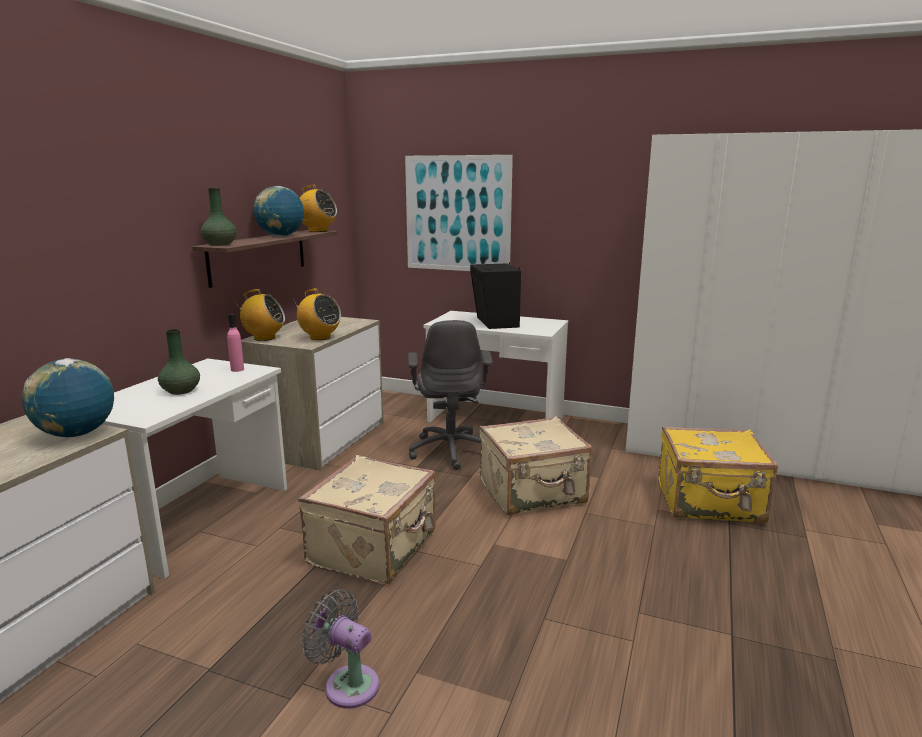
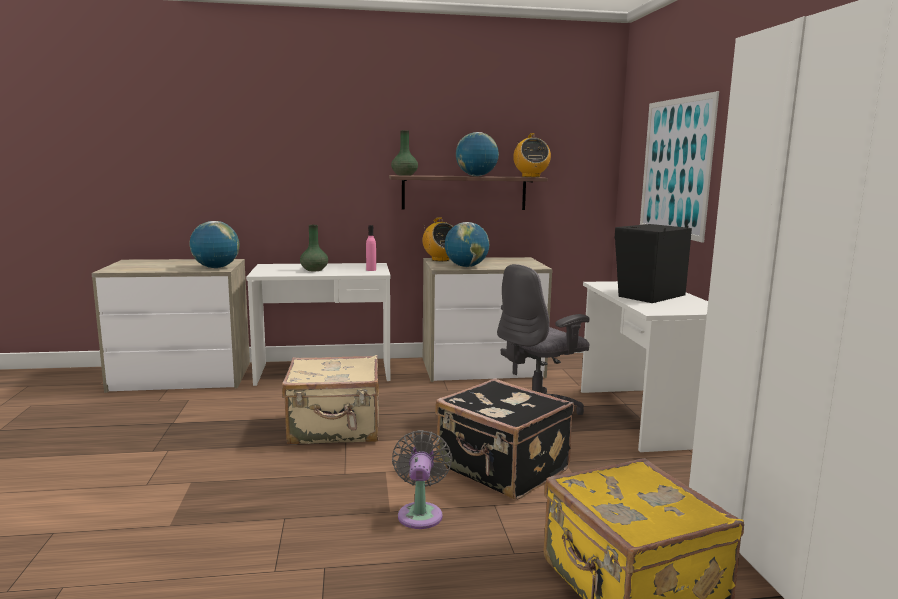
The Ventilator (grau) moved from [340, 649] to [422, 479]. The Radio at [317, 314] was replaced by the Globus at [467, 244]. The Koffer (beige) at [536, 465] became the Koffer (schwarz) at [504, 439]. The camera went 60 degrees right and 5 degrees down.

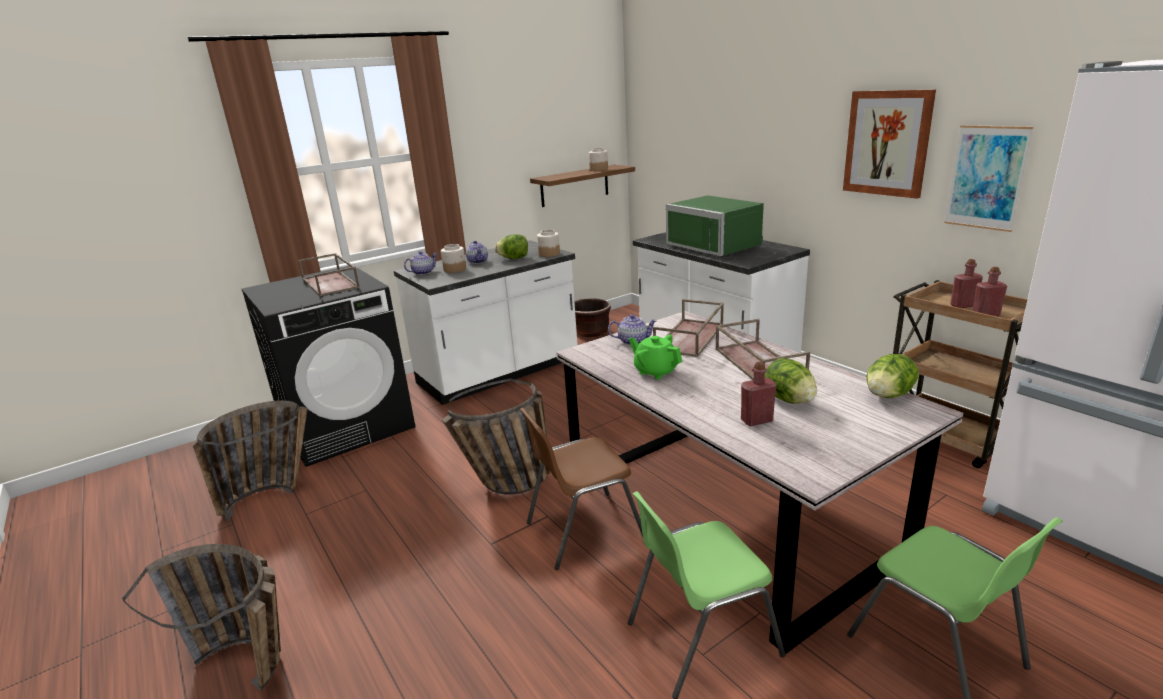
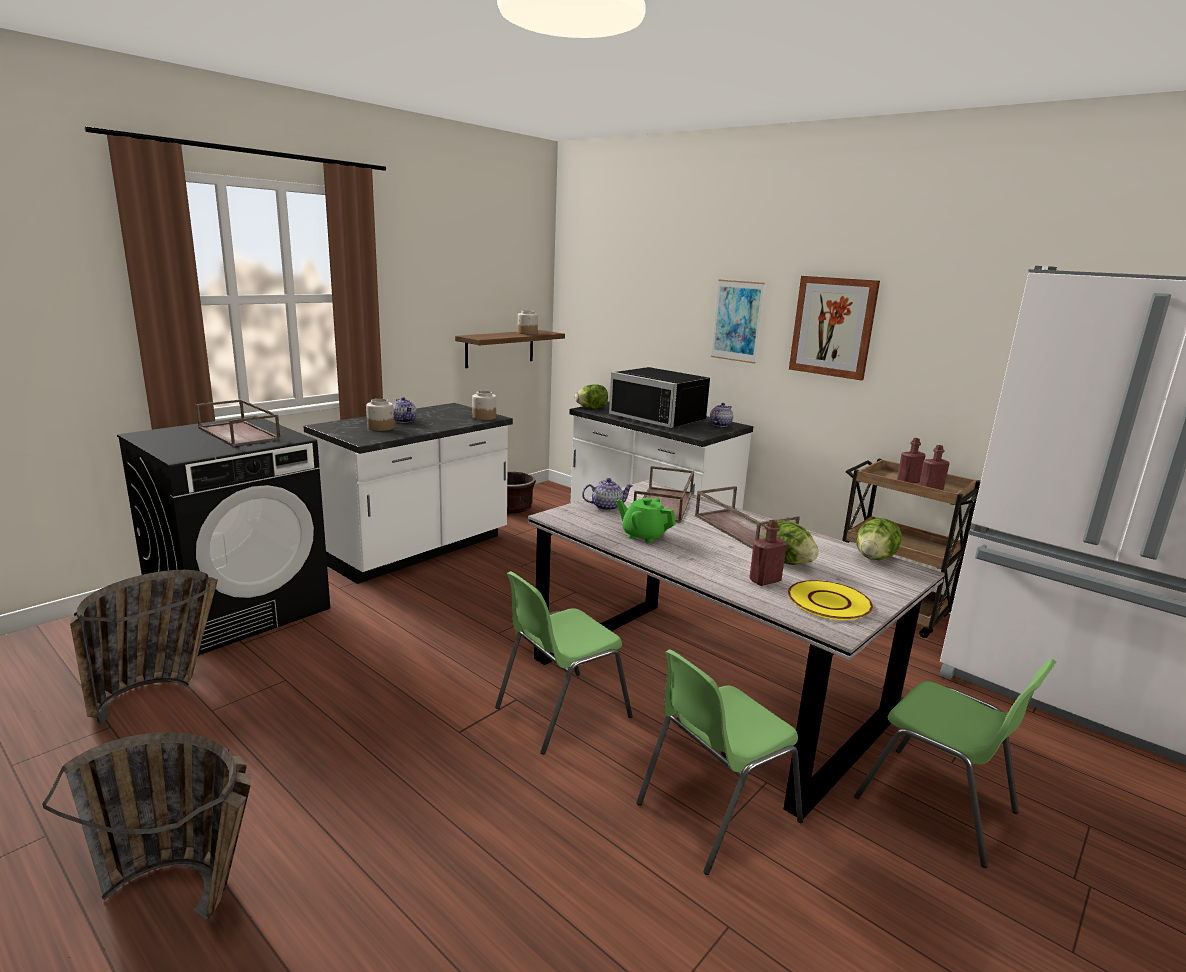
The Korb at [496, 436] disappeared. The Teller (gelb) at [830, 600] appeared. The Teekanne moved from [421, 263] to [721, 415]. The Salatkopf moved from [511, 246] to [591, 396]. The Bild moved from [989, 178] to [738, 321]. The Stuhl (braun) at [581, 488] became the Stuhl (grün) at [564, 663]. The Mikrowelle (grün) at [715, 225] became the Mikrowelle (schwarz) at [659, 397]. The camera went 15 degrees left and 5 degrees down.

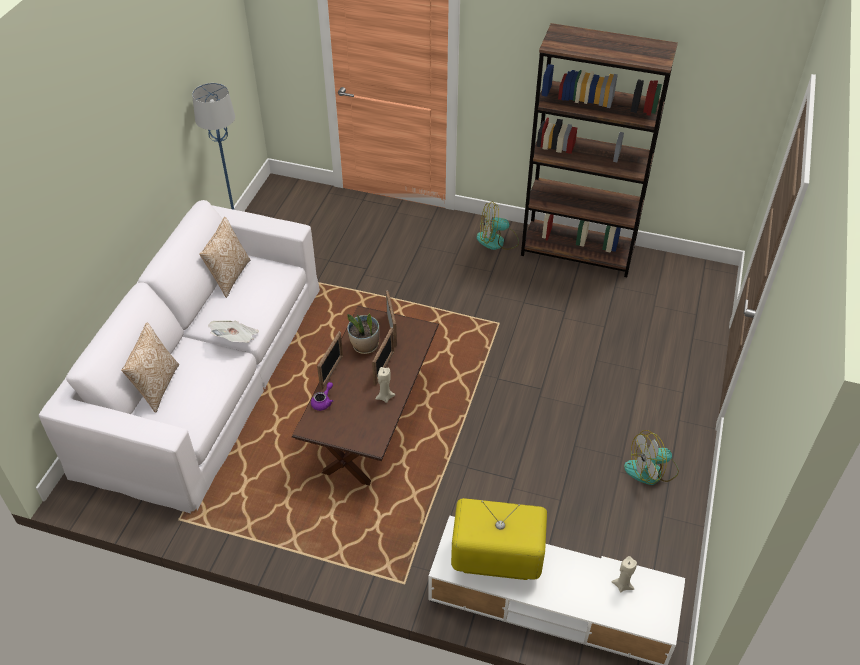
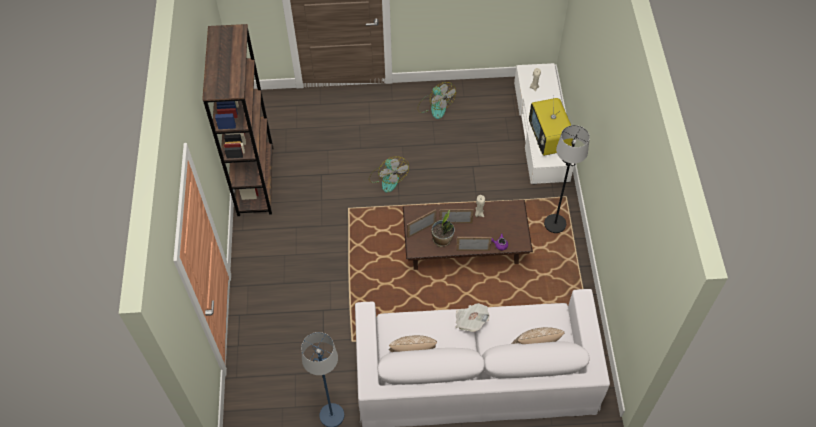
The Stehlampe (schwarz) at [567, 179] appeared. The Ventilator moved from [498, 225] to [389, 174]. The camera went 110 degrees left and 10 degrees up.

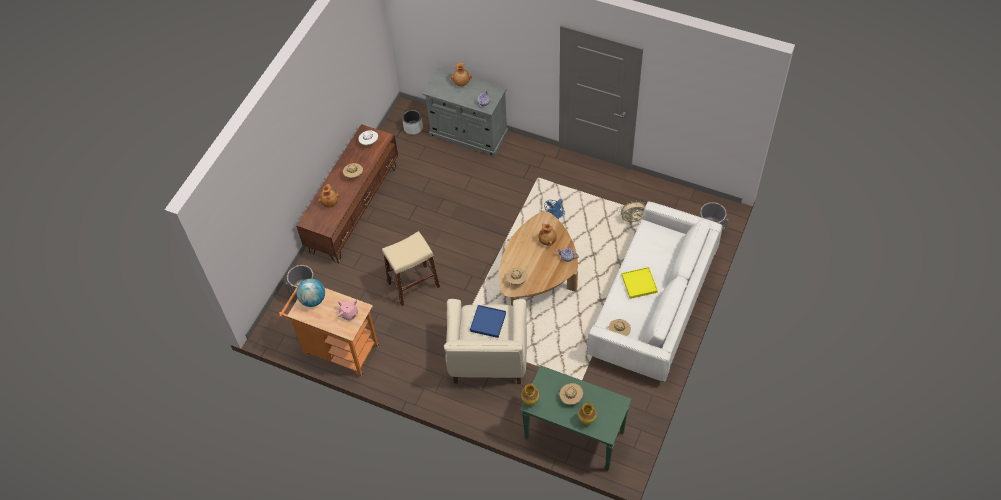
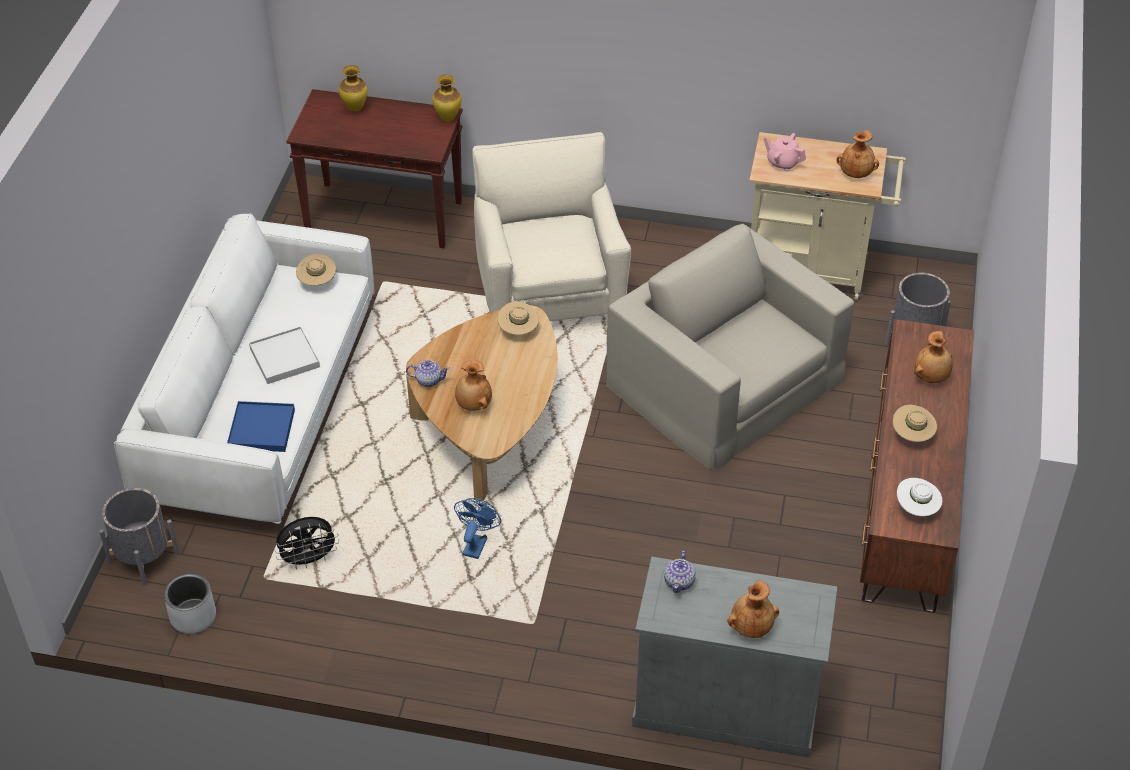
The Hut (beige) at [571, 394] disappeared. The Pflanzkübel (grau) moved from [412, 122] to [190, 603]. The Tablett (blau) moved from [488, 321] to [261, 426]. The Globus at [310, 293] was replaced by the Vase (braun) at [857, 154]. The Hocker (beige) at [411, 268] was replaced by the Sessel (beige) at [730, 347]. The Rollwagen (orange) at [329, 329] became the Rollwagen (beige) at [827, 216]. The Konsolentisch (grün) at [576, 418] became the Konsolentisch (braun) at [374, 168]. The Ventilator (beige) at [633, 211] became the Ventilator (schwarz) at [307, 543]. The Tablett (gelb) at [639, 283] became the Tablett (weiß) at [284, 355]. The camera went 165 degrees right and 10 degrees down.

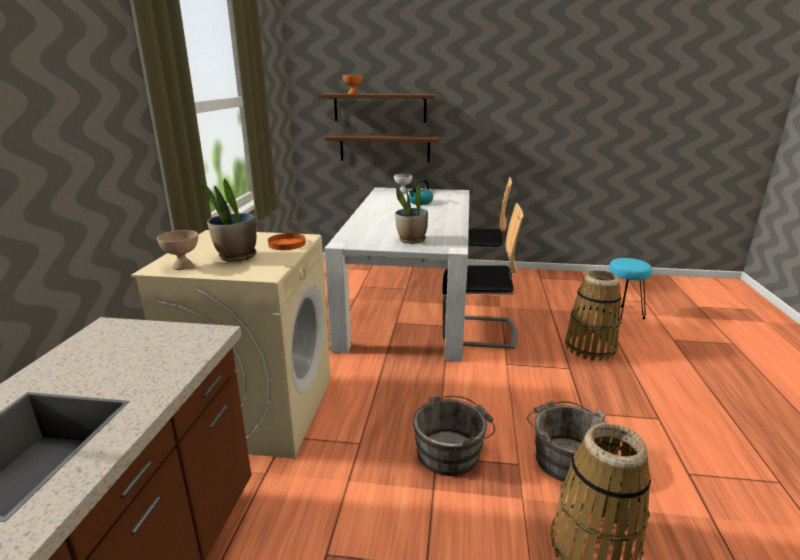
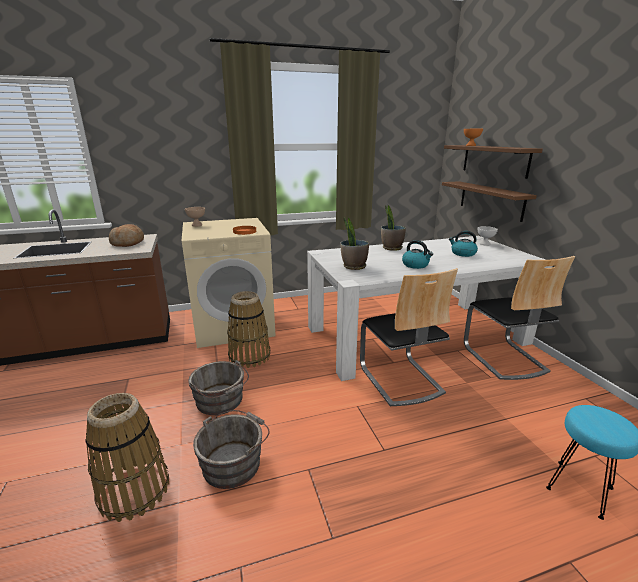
The Brot at [126, 235] appeared. The Wasserkessel at [417, 254] appeared. The Topfpflanze moved from [228, 220] to [393, 228]. The Korb moved from [593, 315] to [248, 329]. The camera went 65 degrees right and 0 degrees up.

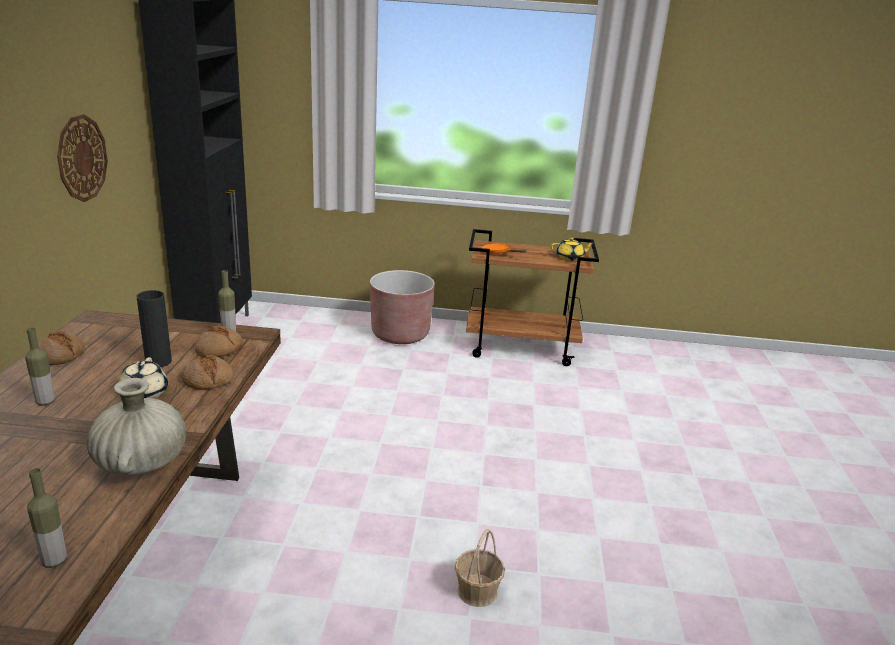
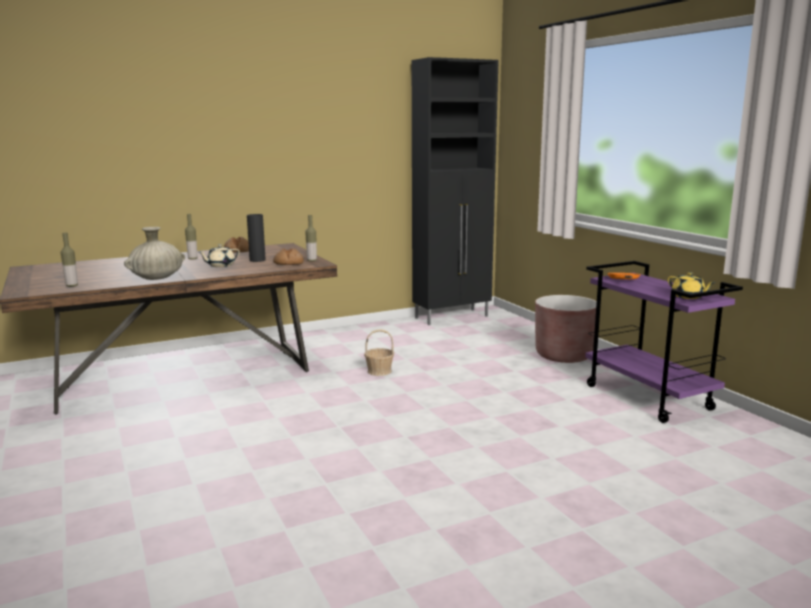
The Wanduhr at [82, 158] disappeared. The Brot at [207, 372] disappeared. The Korb moved from [480, 568] to [379, 352]. The Rollwagen (braun) at [532, 297] became the Rollwagen (lila) at [664, 342]. The camera went 60 degrees right and 10 degrees down.

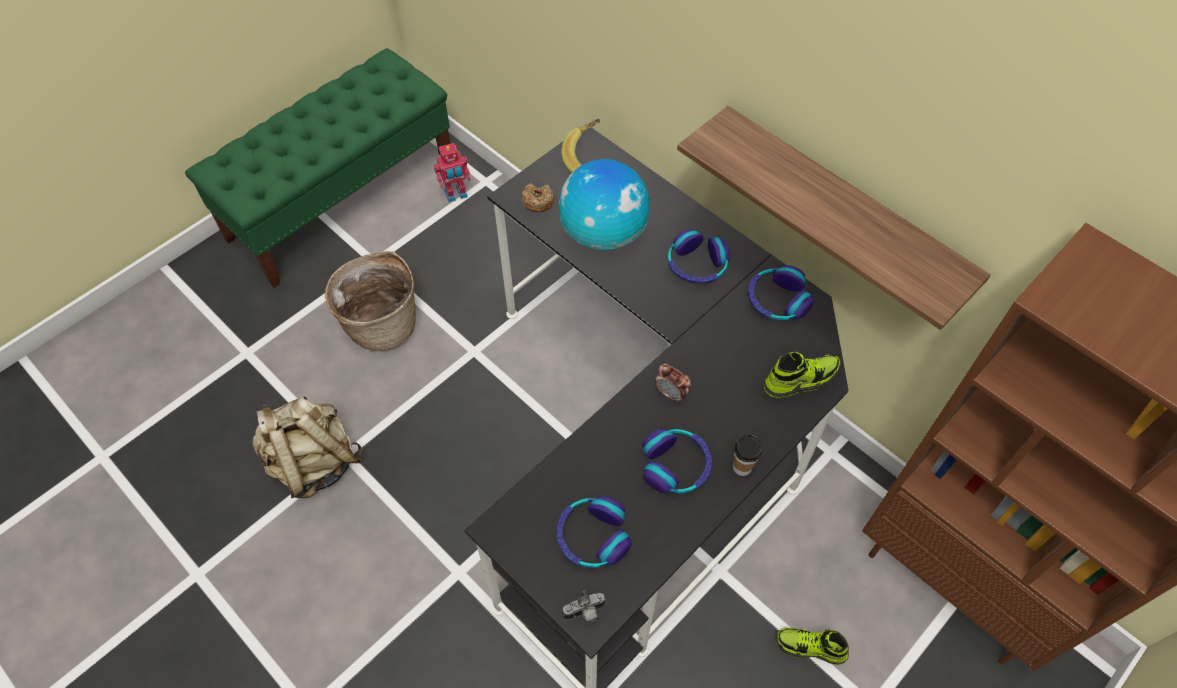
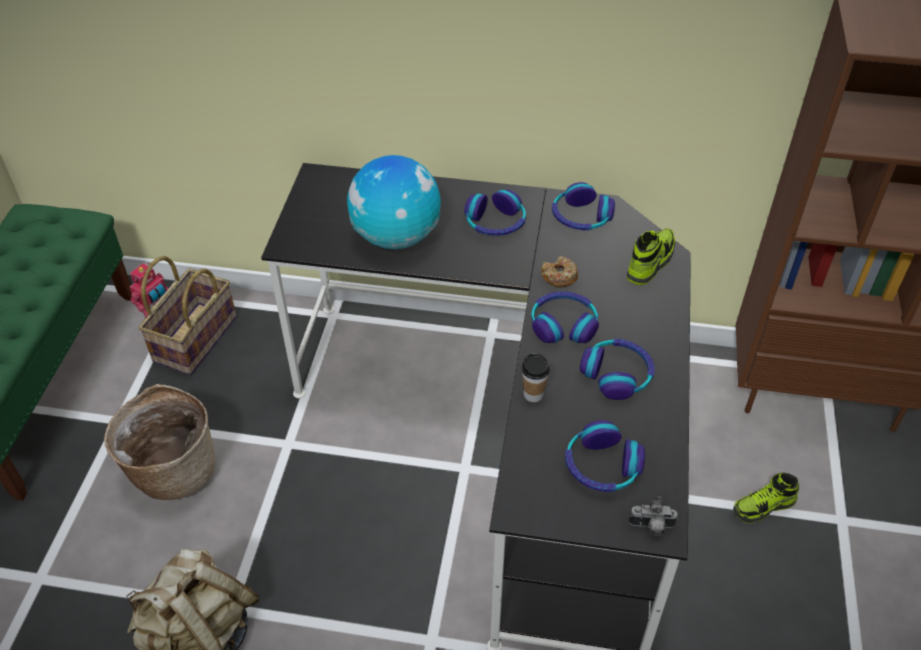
The Banane at [580, 146] disappeared. The Wandregal at [834, 218] disappeared. The Korb at [188, 315] appeared. The Donut moved from [537, 197] to [559, 272]. The Tasse moved from [747, 455] to [536, 377]. The Wecker at [673, 383] was replaced by the Kopfhörer at [565, 317]. The Kamera at [584, 606] turned 60 degrees clockwise. The camera went 35 degrees left and 10 degrees down.

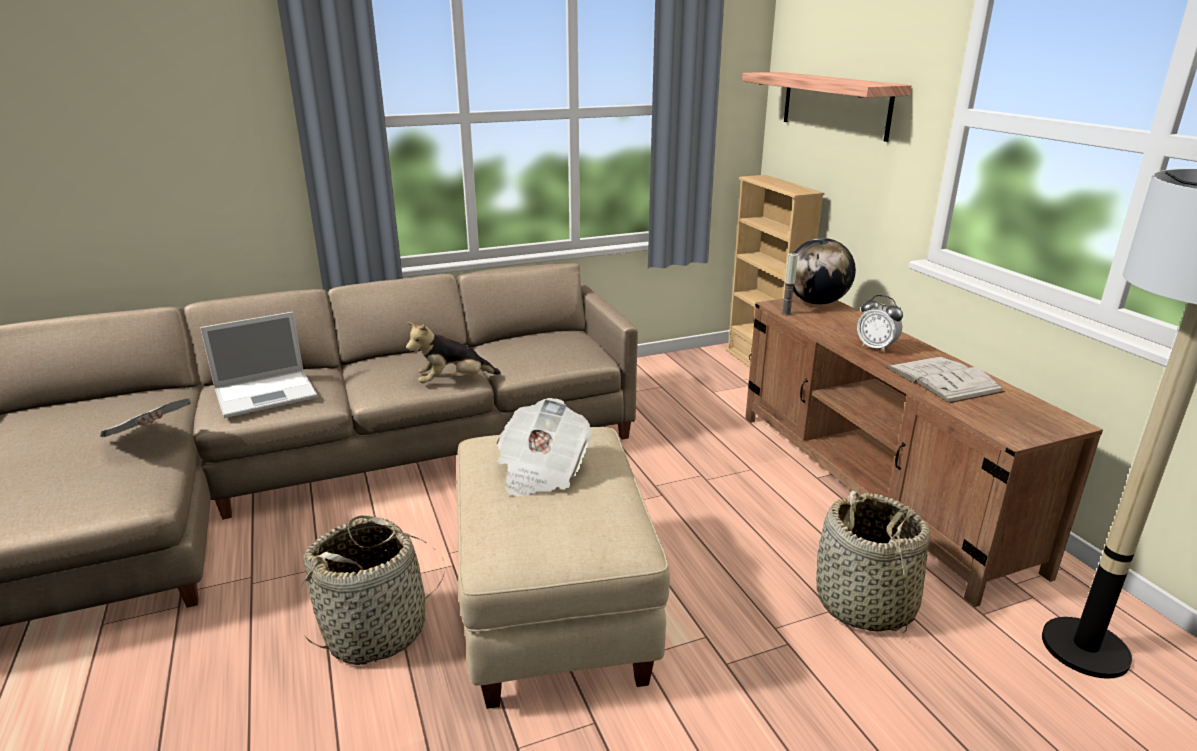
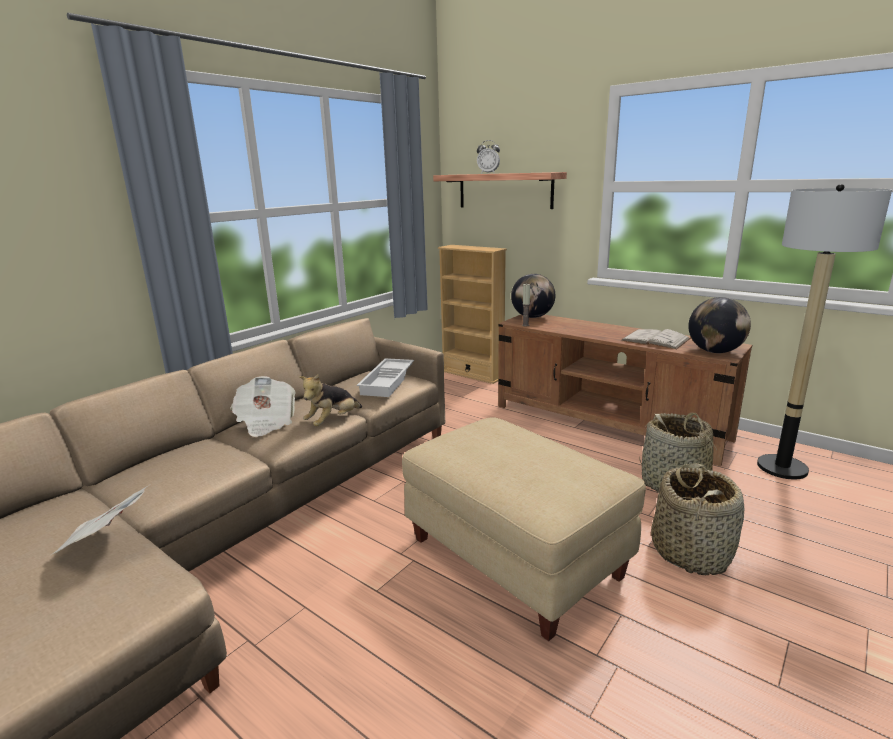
The Laptop at [259, 365] disappeared. The Tablett (weiß) at [385, 377] appeared. The Globus at [719, 325] appeared. The Korb moved from [372, 590] to [697, 519]. The Zeitung moved from [544, 447] to [263, 406]. The Wecker moved from [880, 324] to [488, 157]. The camera went 30 degrees left and 5 degrees down.

